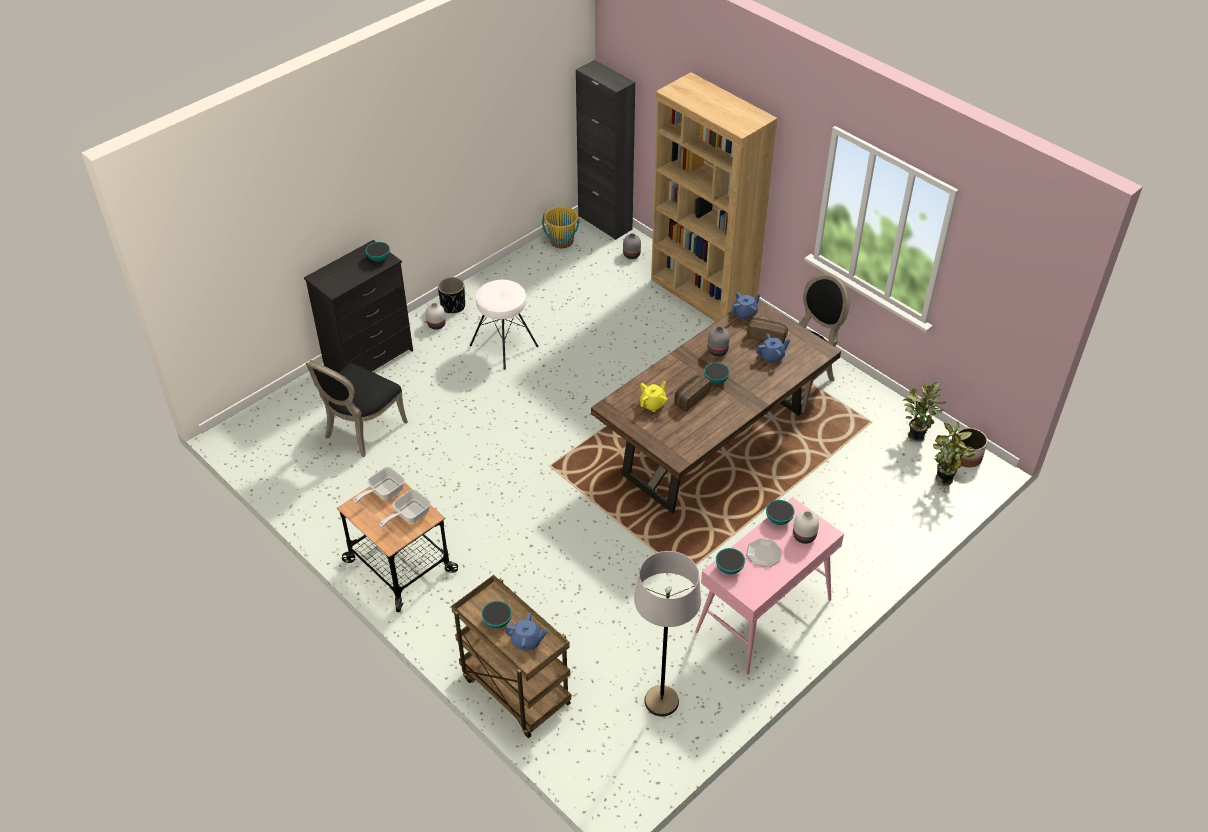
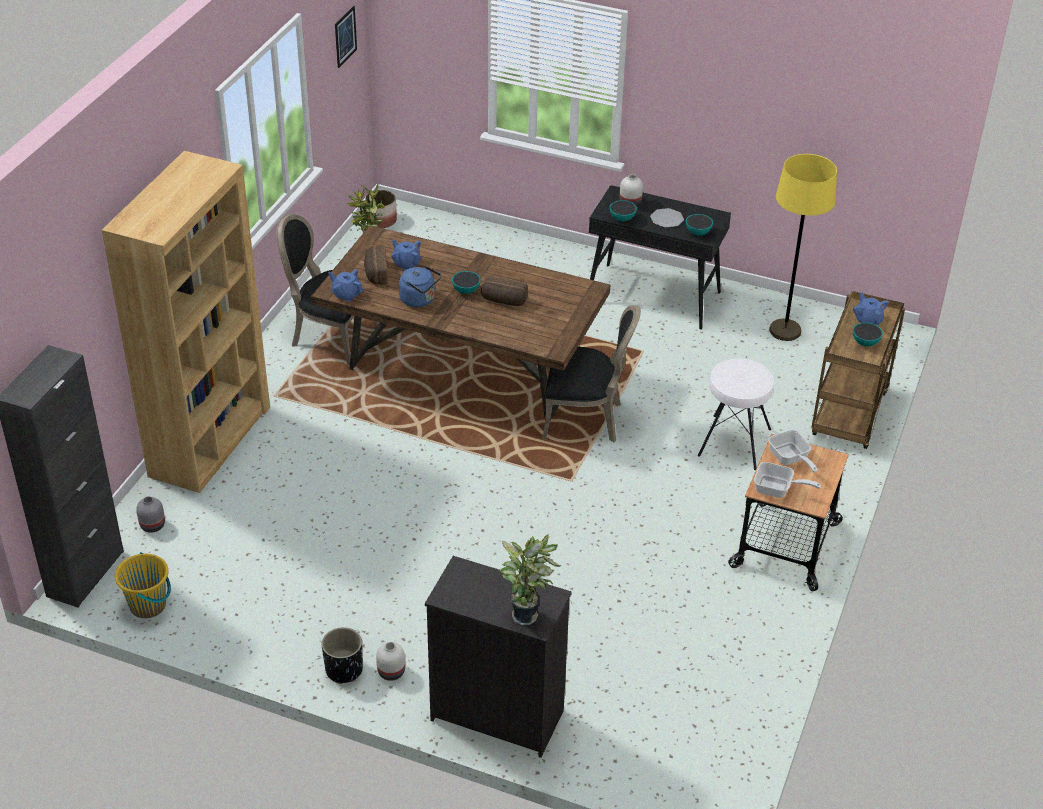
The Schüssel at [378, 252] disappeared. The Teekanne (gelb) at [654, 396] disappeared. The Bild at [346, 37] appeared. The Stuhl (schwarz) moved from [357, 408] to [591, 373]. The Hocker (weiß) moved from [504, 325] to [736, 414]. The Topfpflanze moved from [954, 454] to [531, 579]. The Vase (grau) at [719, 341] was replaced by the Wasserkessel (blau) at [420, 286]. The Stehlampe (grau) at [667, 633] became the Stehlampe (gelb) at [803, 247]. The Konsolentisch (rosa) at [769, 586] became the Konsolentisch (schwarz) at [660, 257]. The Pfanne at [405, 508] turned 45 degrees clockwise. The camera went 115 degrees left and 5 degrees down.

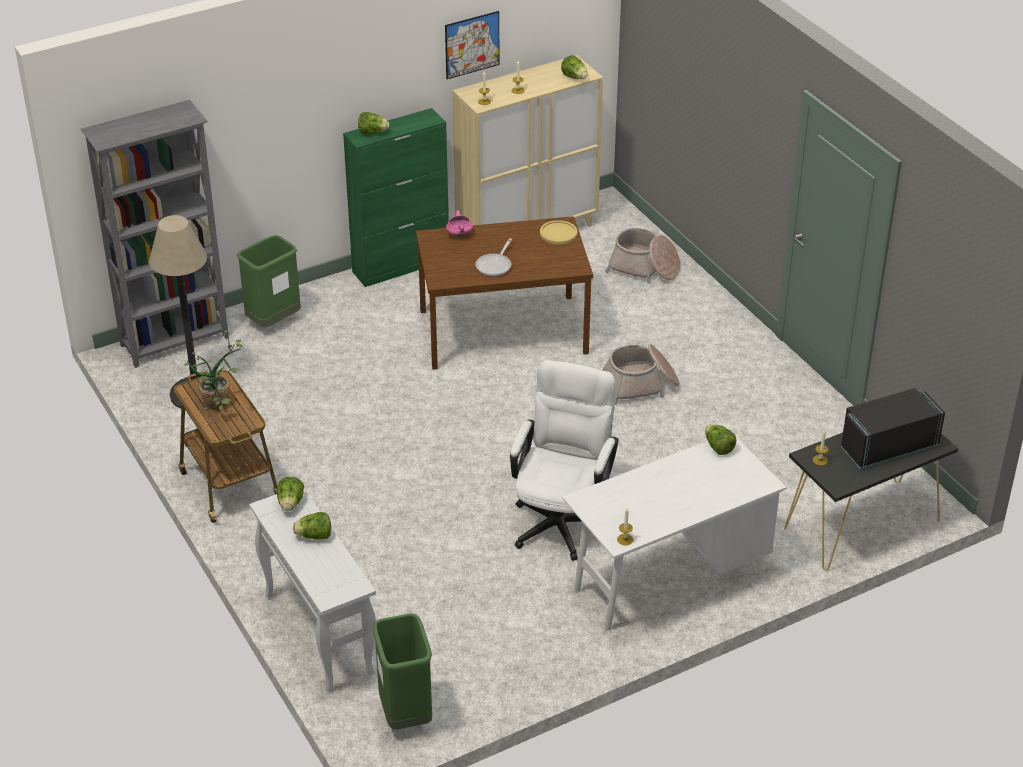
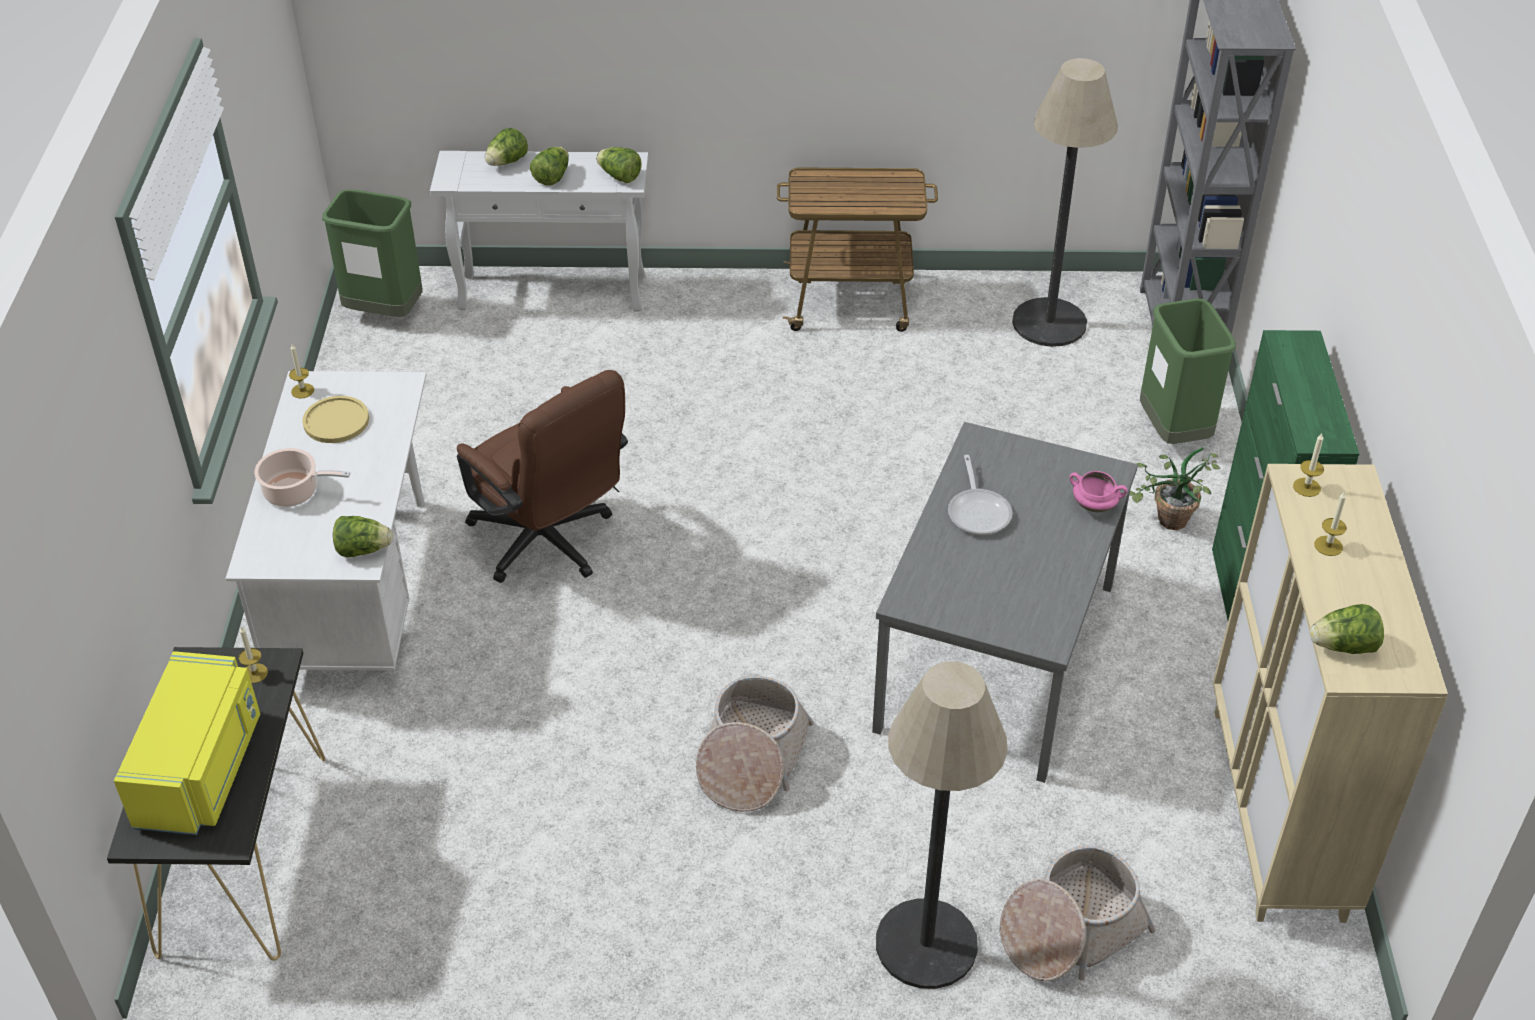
The Bild at [472, 45] disappeared. The Kochtopf at [302, 477] appeared. The Stehlampe at [942, 825] appeared. The Topfpflanze moved from [214, 370] to [1175, 488]. The Salatkopf moved from [373, 123] to [506, 147]. The Teller (gelb) moved from [558, 232] to [336, 419]. The Esstisch (braun) at [504, 293] became the Esstisch (grau) at [1005, 602]. The Bürostuhl (weiß) at [564, 460] became the Bürostuhl (braun) at [542, 476]. The Mikrowelle (schwarz) at [893, 428] became the Mikrowelle (gelb) at [187, 743]. The Pfanne at [493, 257] turned 150 degrees counterclockwise. The camera went 120 degrees right and 5 degrees up.

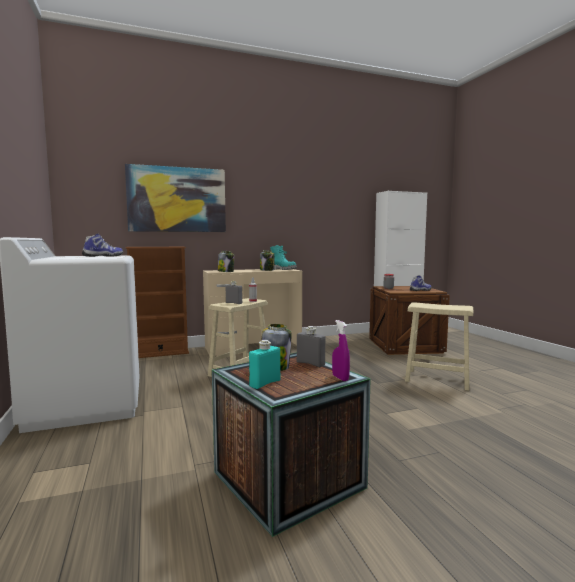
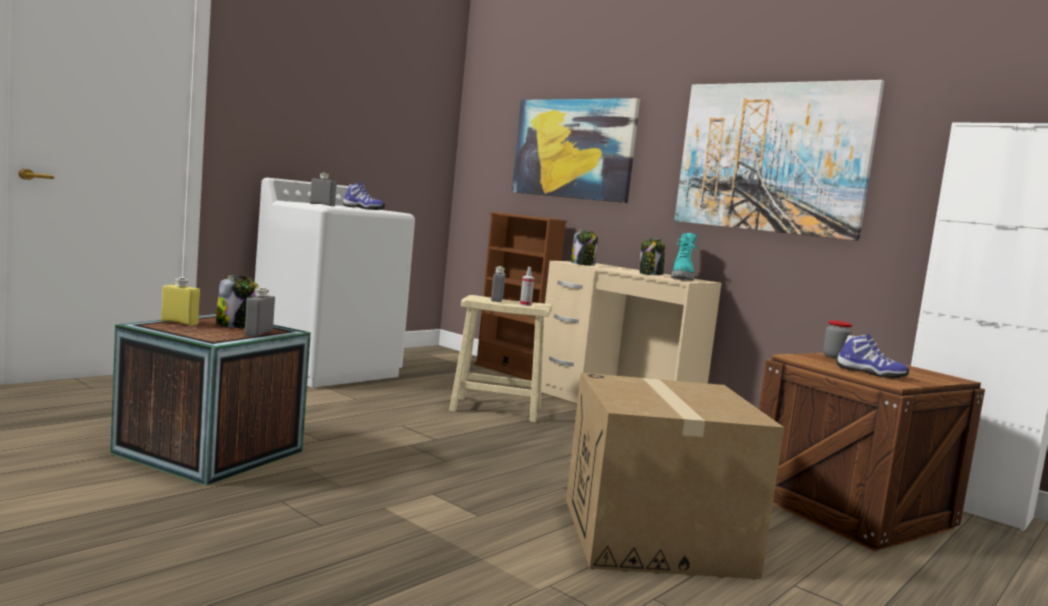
The Sprühflasche (lila) at [341, 350] disappeared. The Flasche (grau) at [323, 189] appeared. The Bild at [779, 160] appeared. The Hocker (beige) at [439, 347] was replaced by the Karton at [675, 476]. The Flasche (türkis) at [265, 364] became the Flasche (gelb) at [180, 301]. The camera went 60 degrees right and 0 degrees up.

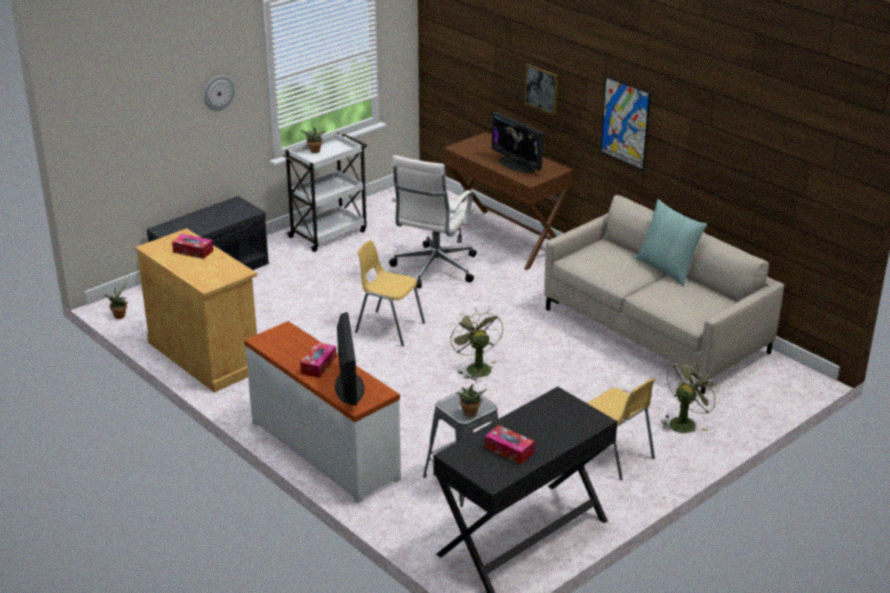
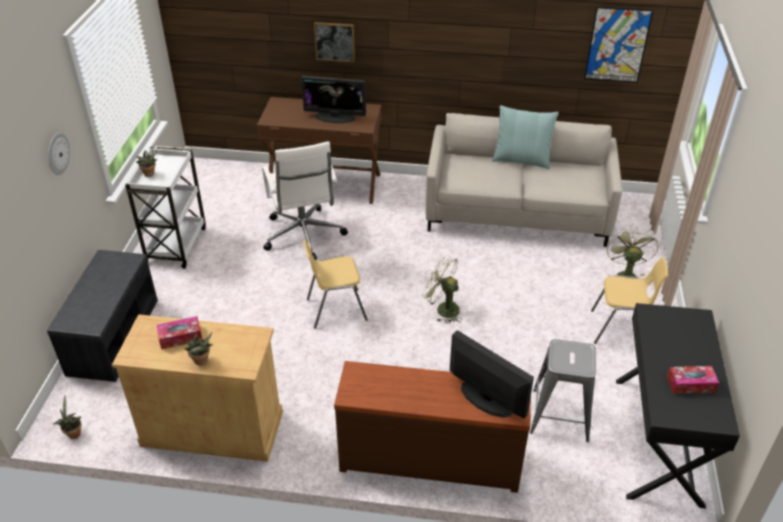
The Taschentuchbox at [318, 360] disappeared. The Topfpflanze moved from [471, 400] to [198, 348]. The Bild moved from [625, 123] to [618, 45]. The Kommode (weiß) at [322, 412] became the Kommode (braun) at [432, 427]. The camera went 40 degrees left and 10 degrees up.

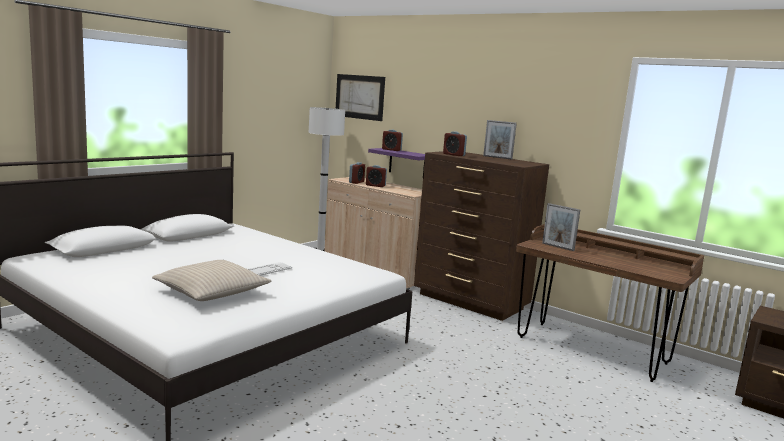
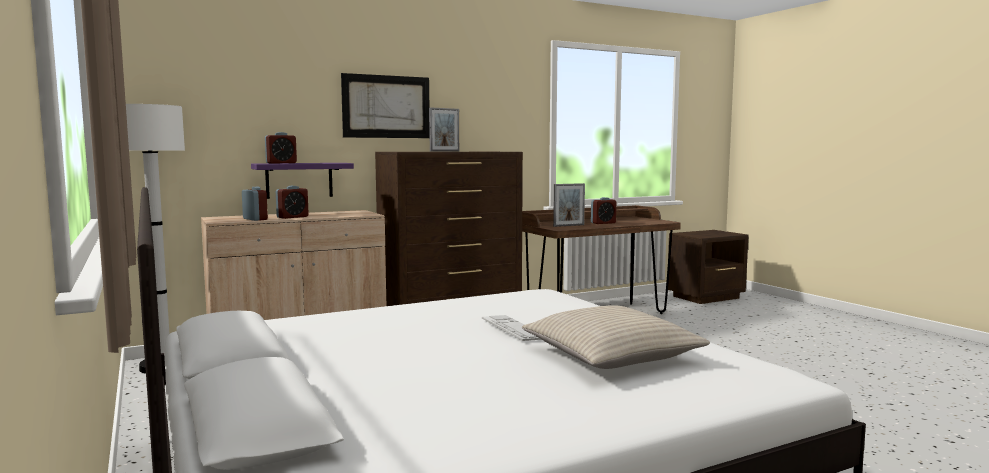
The Bild moved from [360, 97] to [385, 105]. The Wecker moved from [455, 143] to [603, 210]. The camera went 65 degrees left and 5 degrees down.

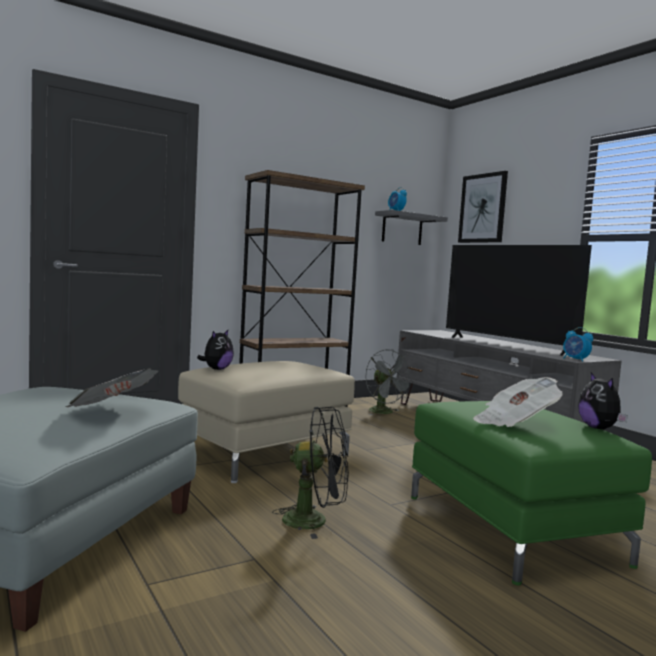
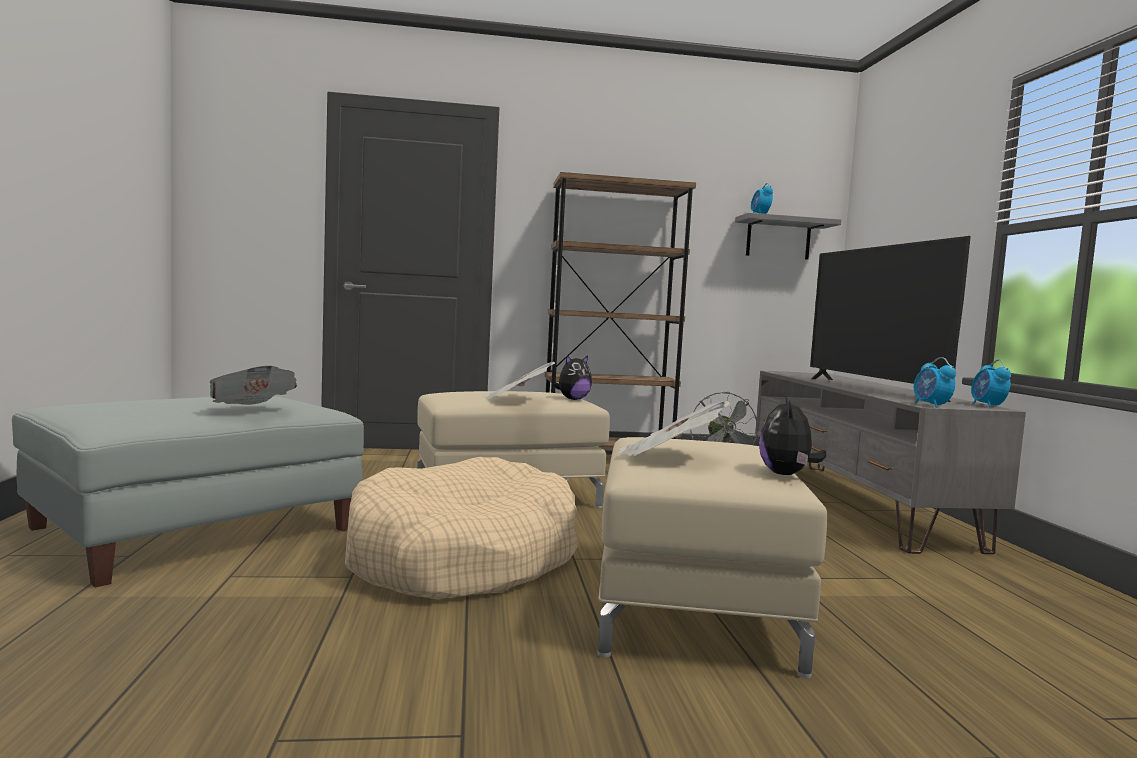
The Bild at [483, 207] disappeared. The Zeitung at [519, 380] appeared. The Wecker at [991, 383] appeared. The Plüschtier moved from [215, 350] to [573, 377]. The Ventilator (schwarz) at [310, 473] was replaced by the Hundebett (beige) at [461, 528]. The Polsterhocker (grün) at [531, 493] became the Polsterhocker (beige) at [712, 558]. The camera went 25 degrees right and 0 degrees up.

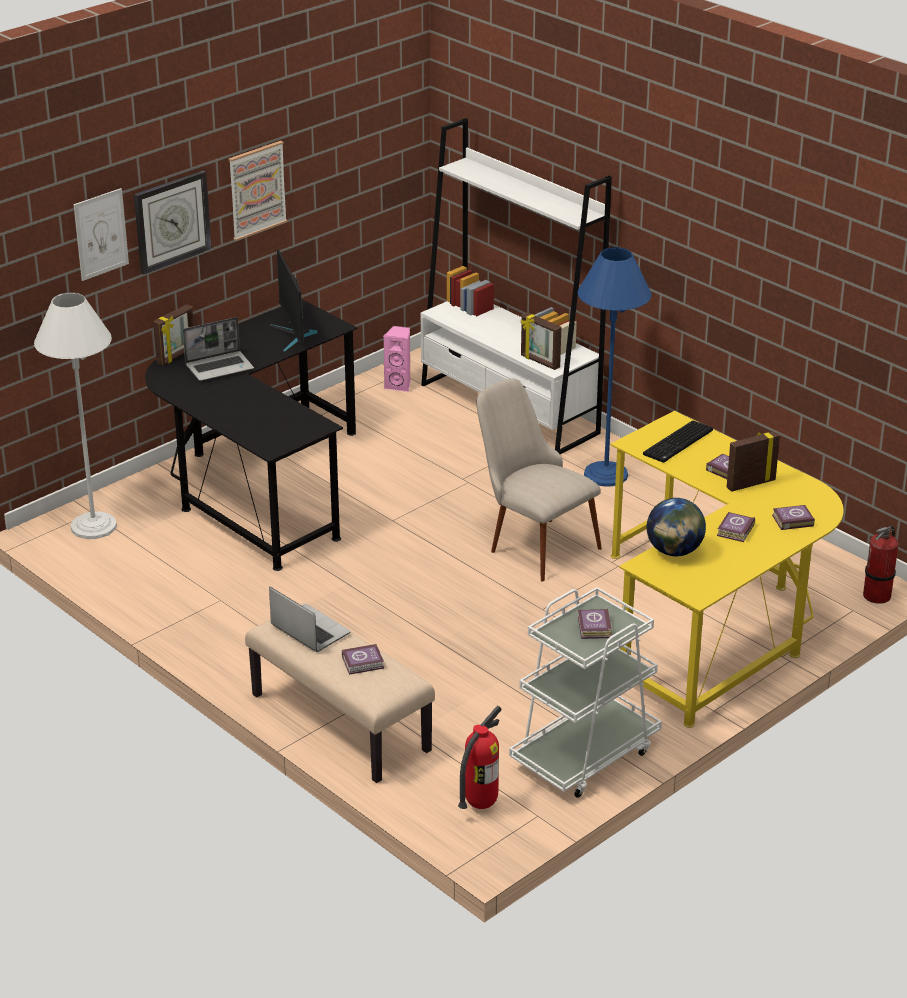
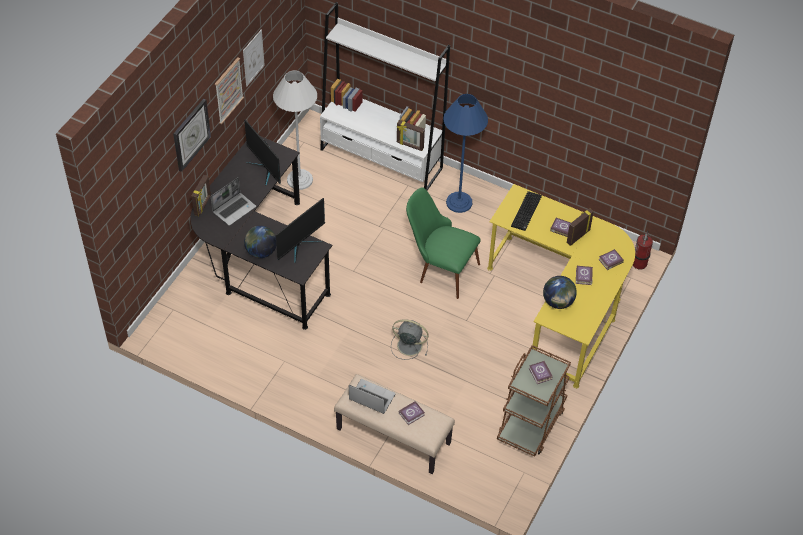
The Lautsprecher (rosa) at [397, 359] disappeared. The Feuerlöscher at [480, 757] disappeared. The Globus at [260, 242] appeared. The Monitor at [300, 231] appeared. The Ventilator (grau) at [410, 339] appeared. The Stehlampe (weiß) moved from [75, 415] to [295, 130]. The Bild moved from [101, 234] to [254, 58]. The Stuhl (beige) at [539, 480] became the Stuhl (grün) at [443, 243]. The Rollwagen (weiß) at [585, 692] became the Rollwagen (braun) at [534, 401]. The camera went 20 degrees left and 20 degrees up.

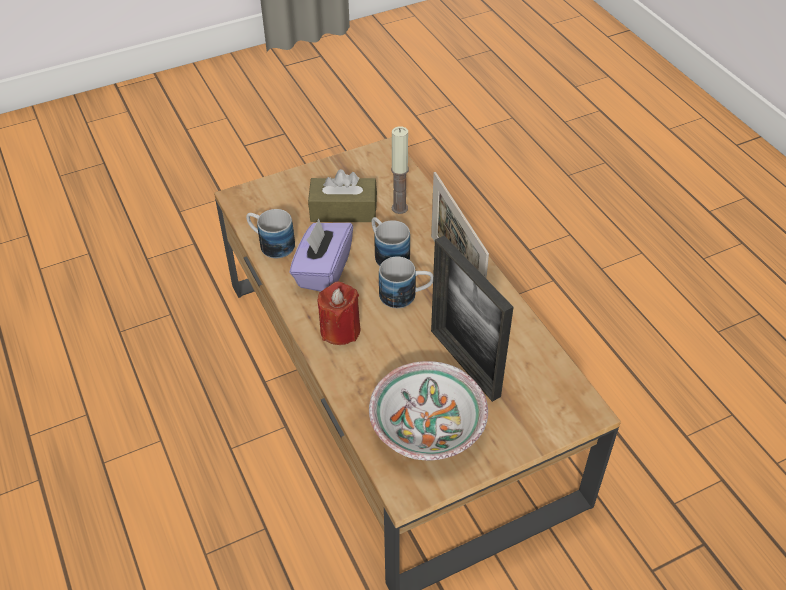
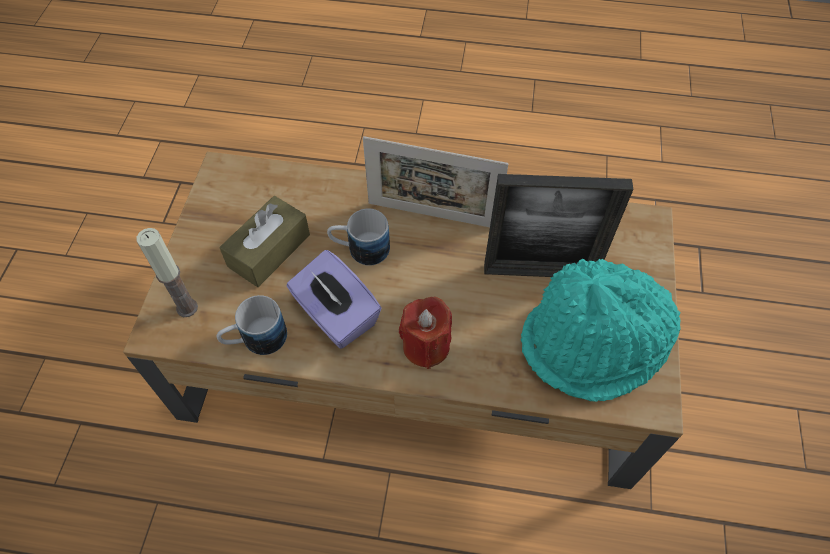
The Henkelbecher at [406, 282] disappeared. The Kerze moved from [400, 170] to [167, 272]. The Schüssel at [428, 410] was replaced by the Hut (türkis) at [601, 330]. The camera went 55 degrees left and 10 degrees up.

